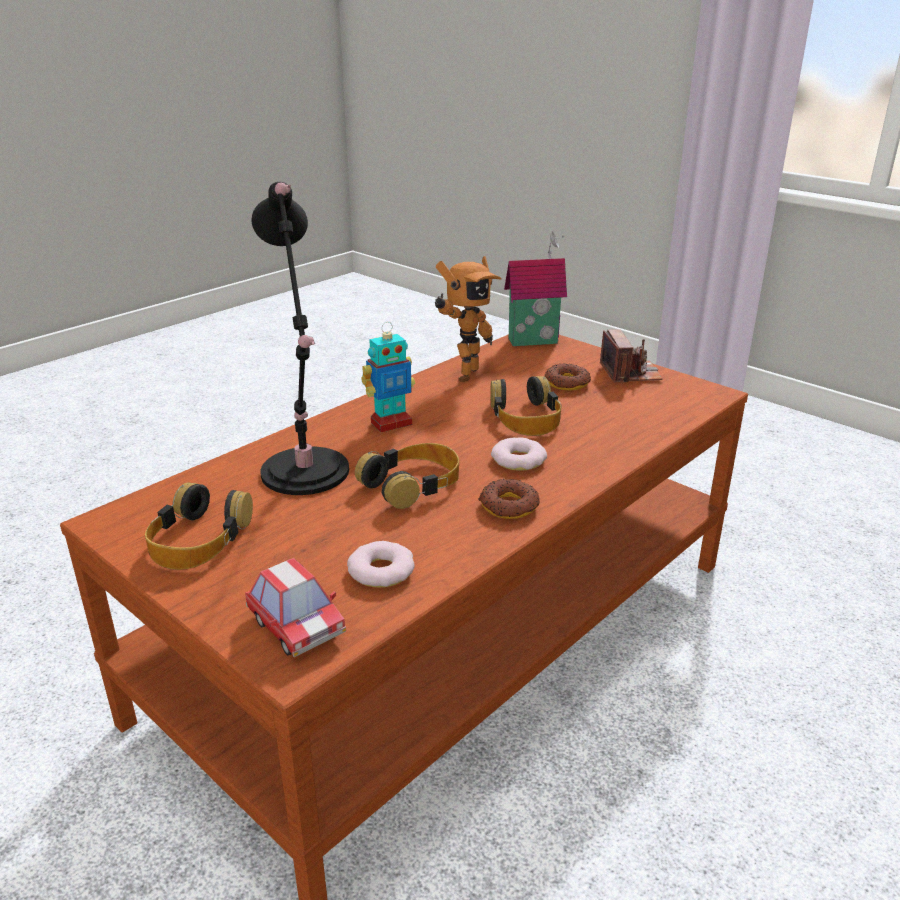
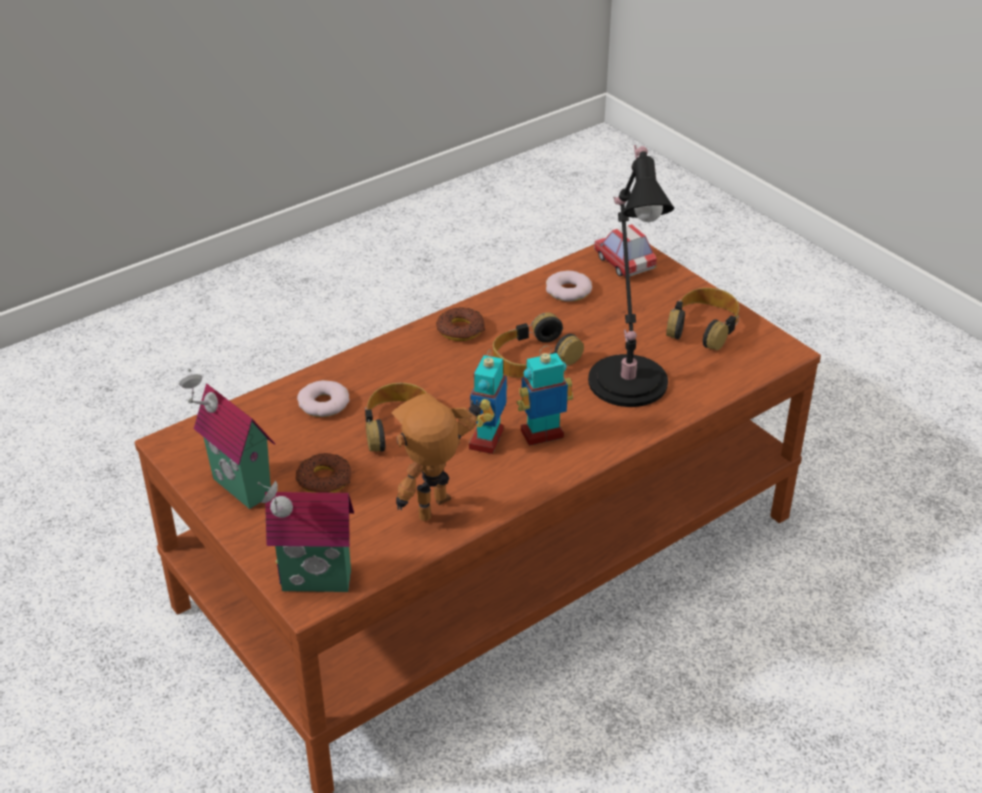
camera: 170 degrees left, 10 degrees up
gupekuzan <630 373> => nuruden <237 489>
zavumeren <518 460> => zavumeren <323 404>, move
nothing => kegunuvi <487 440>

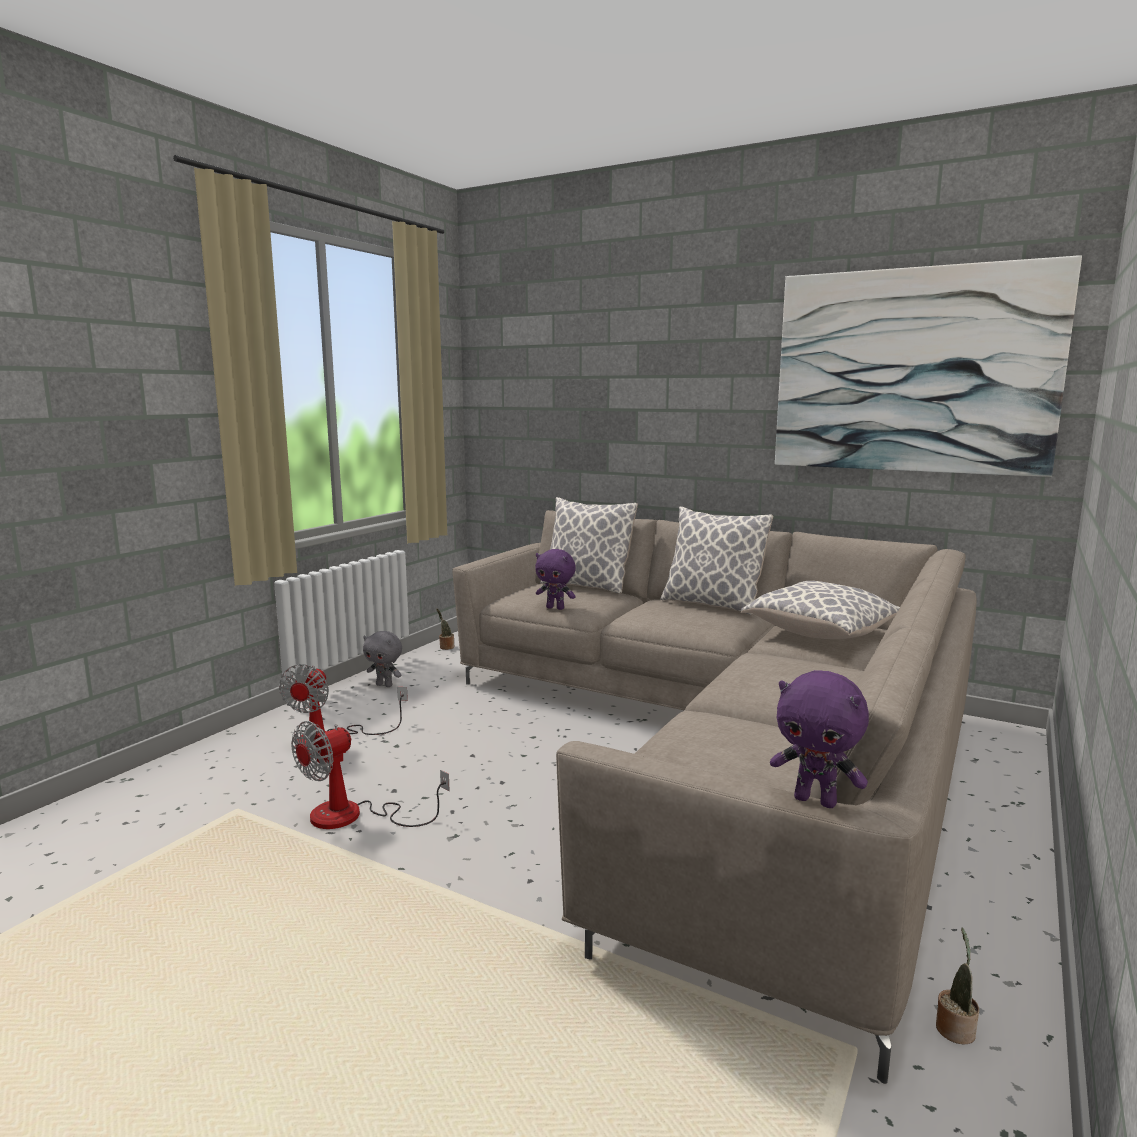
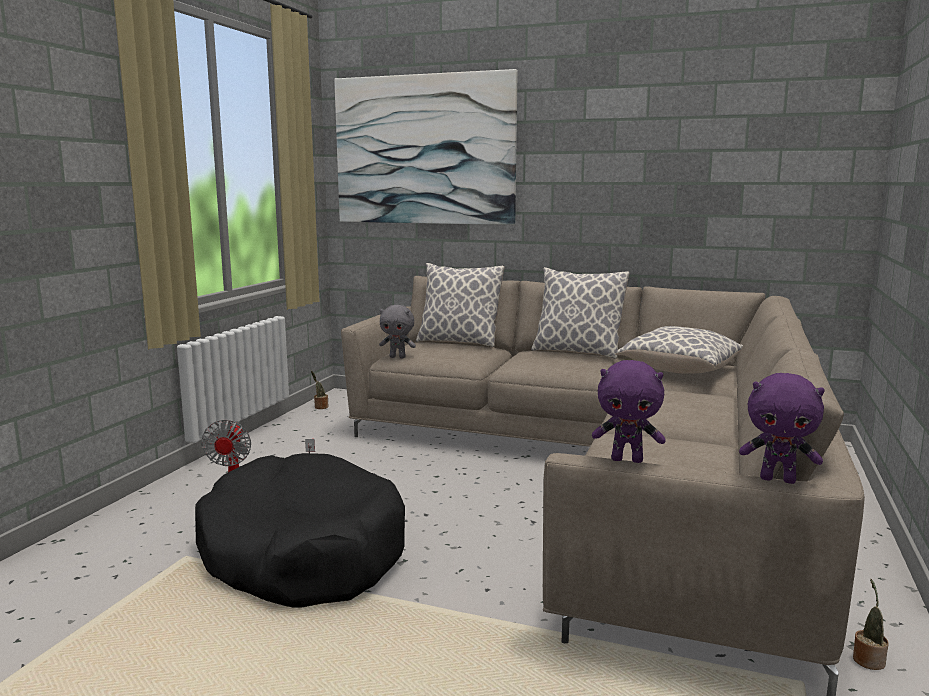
camera: 10 degrees left, 0 degrees up
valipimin <912 371> => valipimin <424 150>, move
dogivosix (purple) <556 608> => dogivosix (purple) <627 460>, move
dogivosix (grey) <385 685> => dogivosix (grey) <398 357>, move
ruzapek <353 816> => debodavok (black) <302 553>

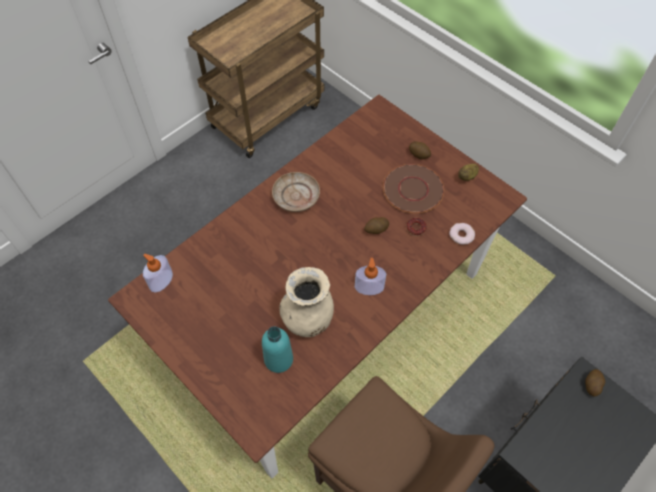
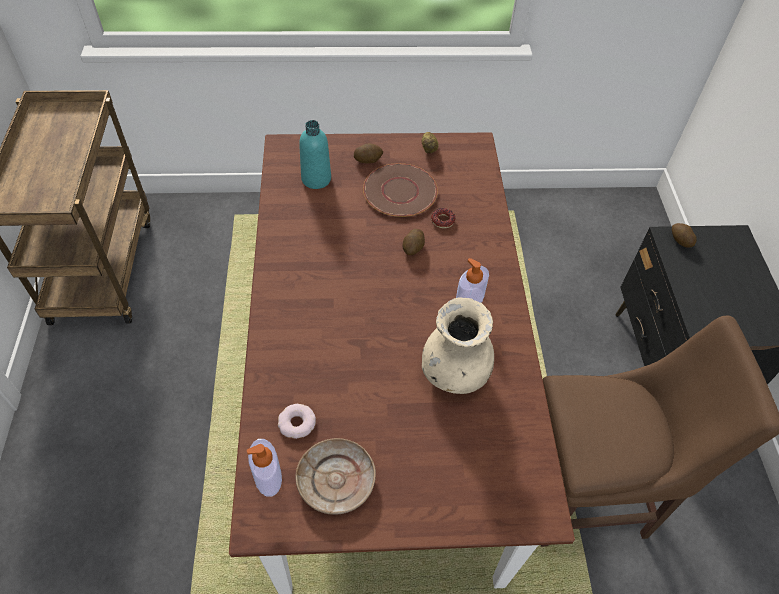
camera: 50 degrees left, 5 degrees down
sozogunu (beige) <296 196> => sozogunu (beige) <336 481>, move
zavumeren <461 235> => zavumeren <297 423>, move
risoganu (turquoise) <278 359> => risoganu (turquoise) <316 179>, move

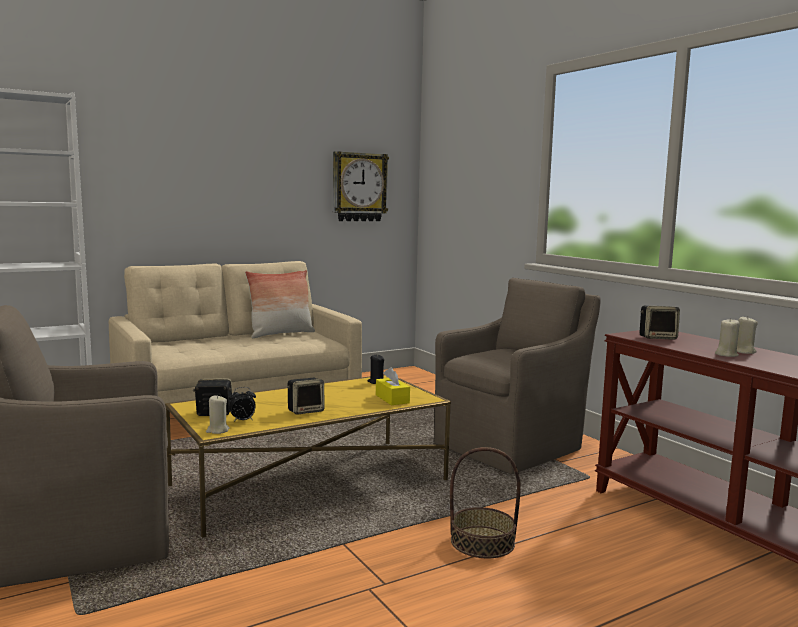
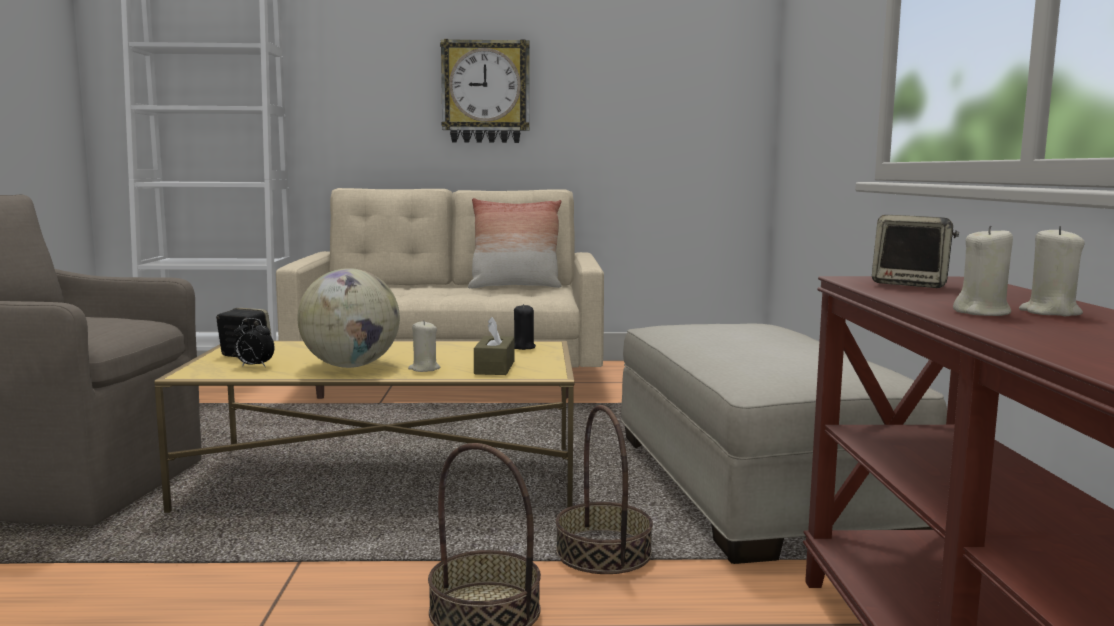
camera: 30 degrees right, 0 degrees up
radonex <359 187> => radonex <485 92>, move
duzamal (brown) <511 445> => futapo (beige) <754 484>
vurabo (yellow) <392 399> => vurabo (brown) <494 367>
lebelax <306 411> => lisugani <351 366>
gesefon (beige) <217 430> => gesefon (beige) <424 369>, move
nothing => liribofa <604 552>

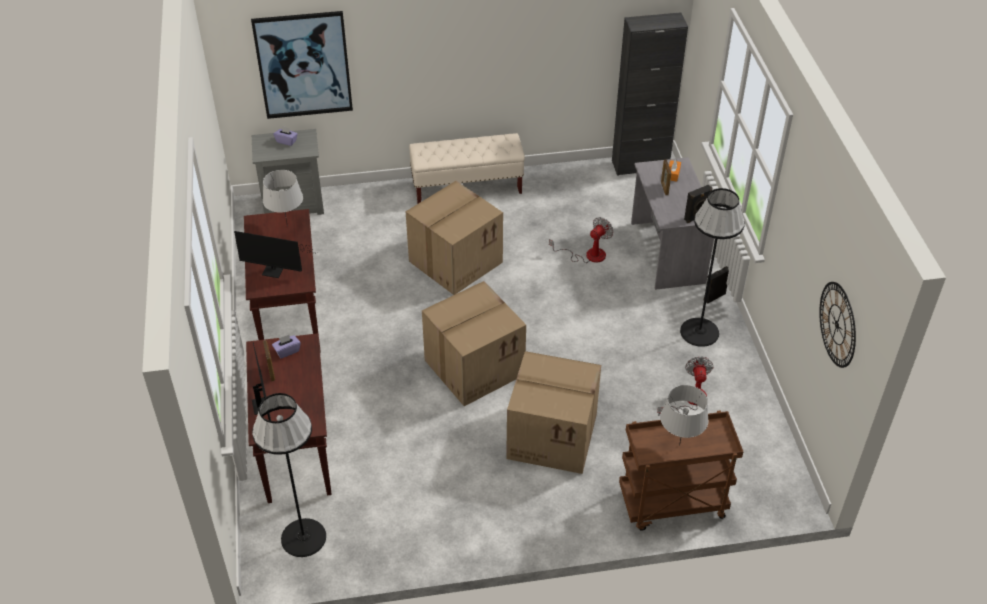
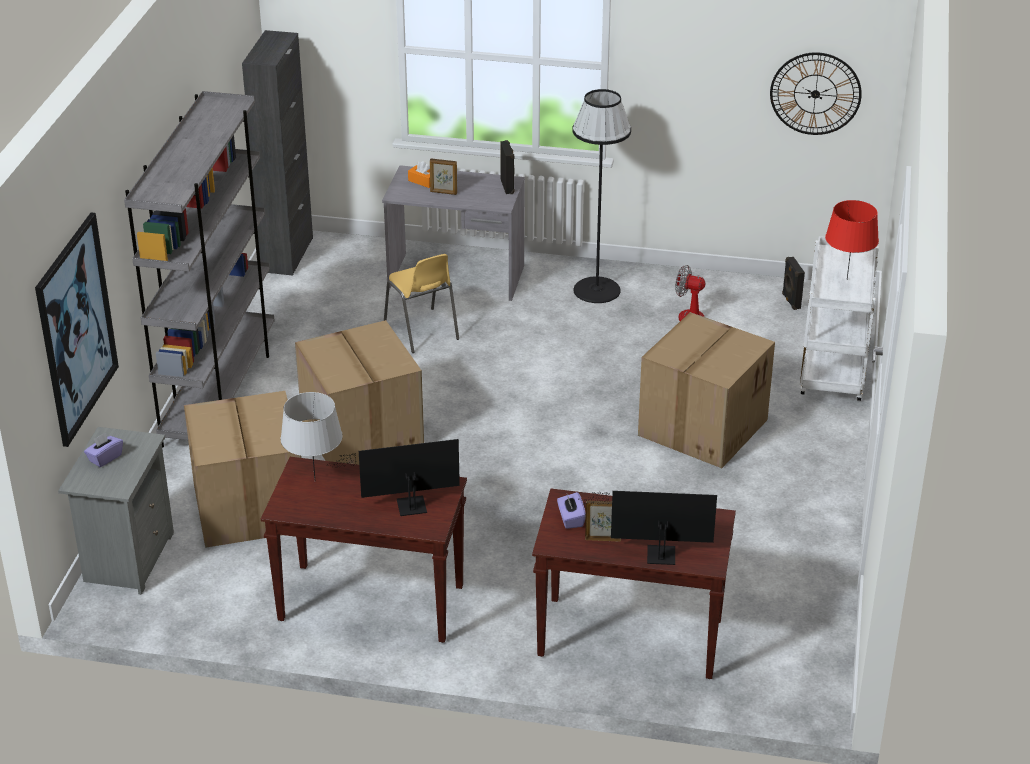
camera: 70 degrees left, 10 degrees down
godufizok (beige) <467 187> => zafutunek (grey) <219 393>
ruzapek <588 255> => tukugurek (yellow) <422 331>
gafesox <276 271> => gafesox <406 505>, 135 degrees counterclockwise
lebelax (black) <714 296> => lebelax (black) <790 301>, move
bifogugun <474 366> => bifogugun <248 507>, move
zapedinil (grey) <679 445> => zapedinil (red) <846 279>
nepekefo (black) <304 537> => nothing
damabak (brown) <672 504> => damabak (white) <833 372>

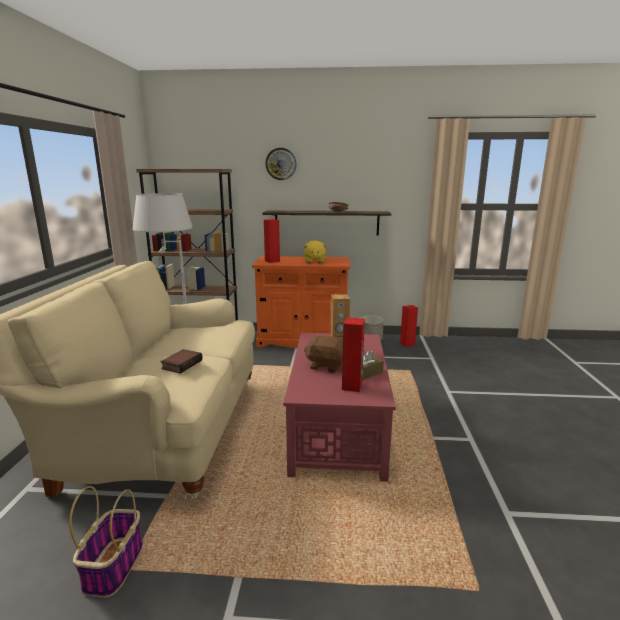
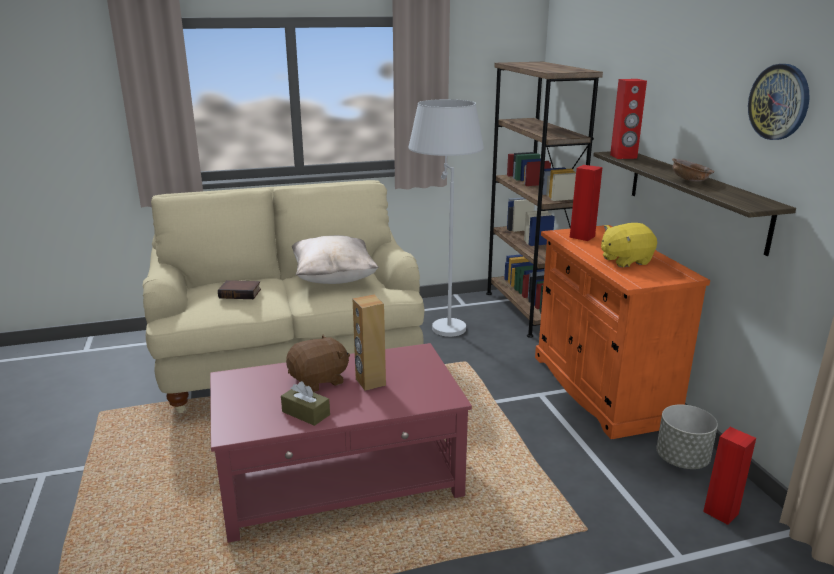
camera: 70 degrees right, 5 degrees up
radonex <281 164> => radonex <779 102>, move
lebelax (red) <352 386> => lebelax (red) <623 156>, move
dogivosix (brown) <327 366> => dogivosix (brown) <319 380>, 60 degrees clockwise
liribofa <114 565> => nothing
nothing => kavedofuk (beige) <334 279>

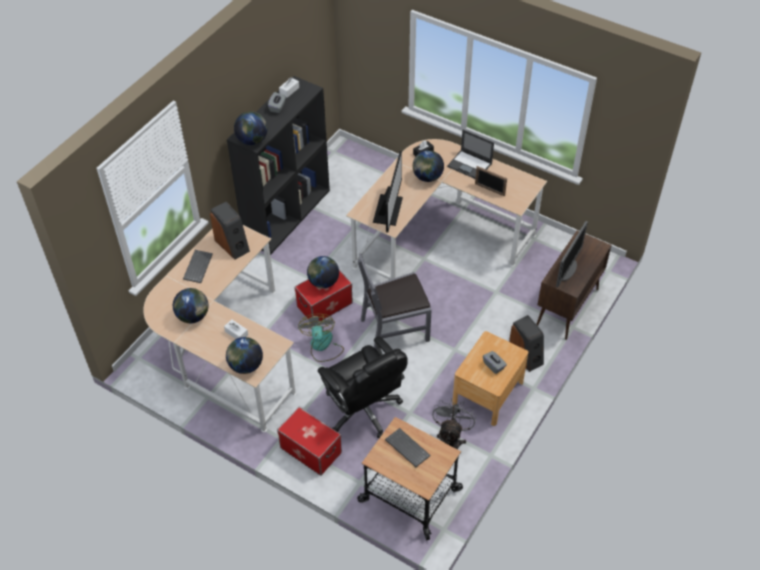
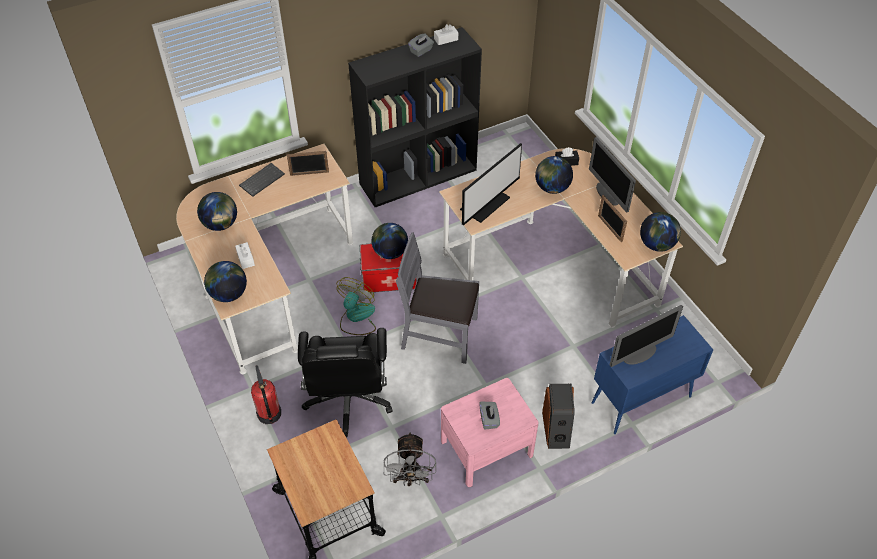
camera: 30 degrees right, 0 degrees up
lisugani <252 140> => lisugani <657 244>, move
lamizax <470 165> => gafesox <607 194>
lebelax <232 245> => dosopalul <309 173>
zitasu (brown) <567 308> => zitasu (blue) <640 400>
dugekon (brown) <487 393> => dugekon (pink) <486 448>
ruzapek (grey) <451 441> => ruzapek (grey) <411 479>, 135 degrees clockwise
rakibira <310 450> => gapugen <269 414>
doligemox <406 448> => nothing

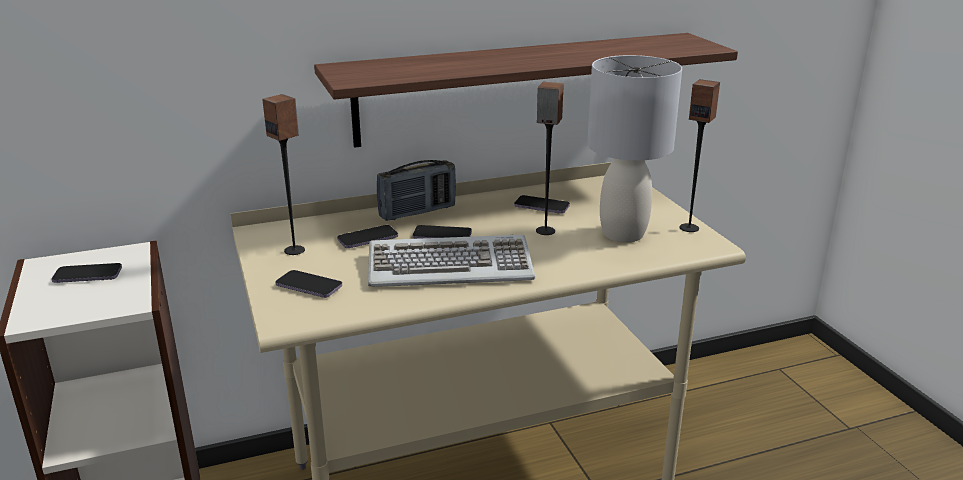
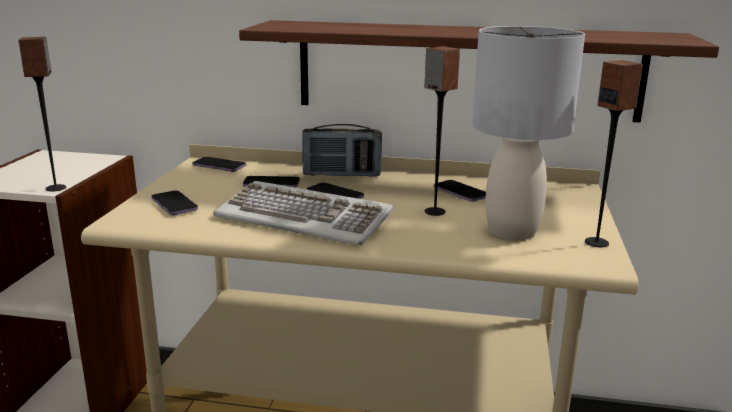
camera: 30 degrees right, 5 degrees down
lebelax <295 250> => lebelax <56 188>, move
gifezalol <88 275> => gifezalol <219 166>, move

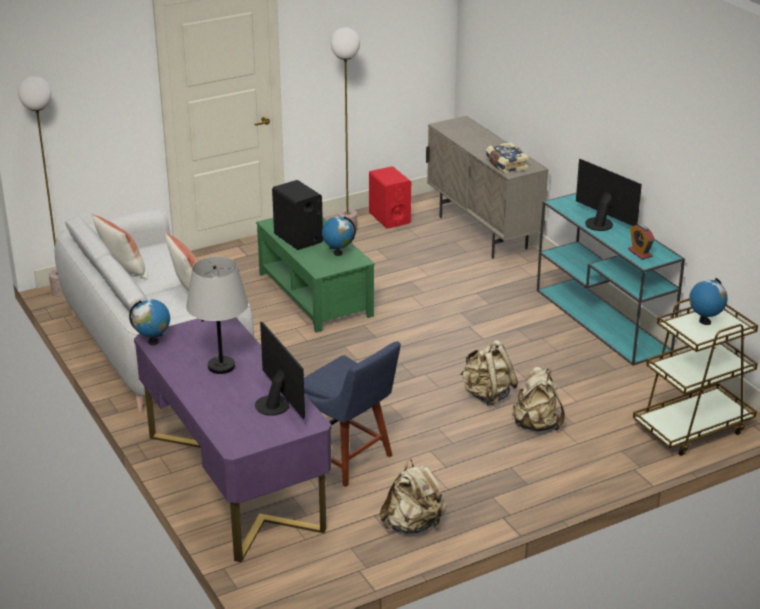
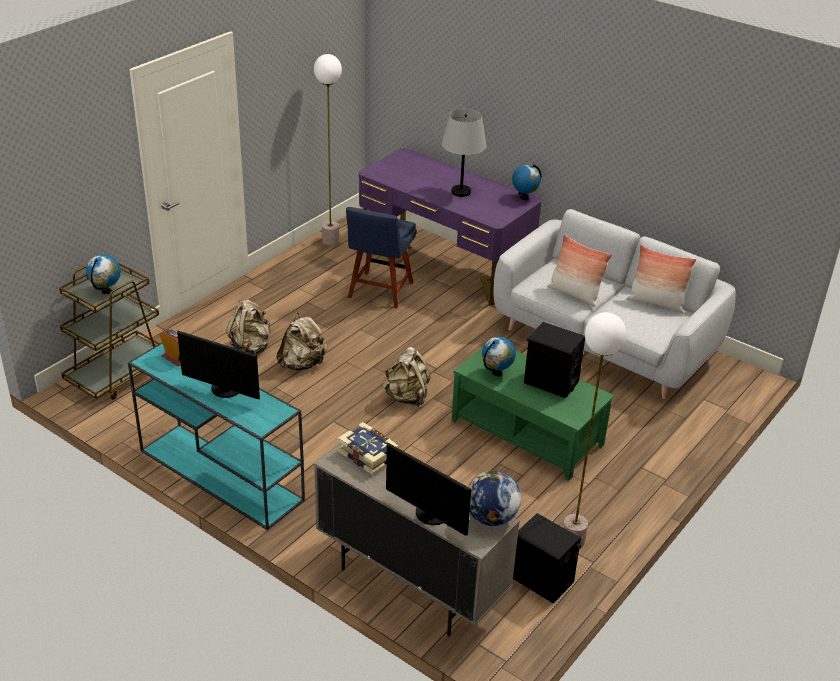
camera: 155 degrees right, 5 degrees up
nepekefo <61 291> => nepekefo <331 241>, move
lebelax (red) <389 218> => lebelax (black) <542 580>
gafesox <276 404> => gafesox <430 515>, move
tukugurek (blue) <349 459> => tukugurek (blue) <379 292>, 90 degrees counterclockwise
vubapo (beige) <413 525> => vubapo (beige) <407 397>, move
nothing => lisugani <490 518>

